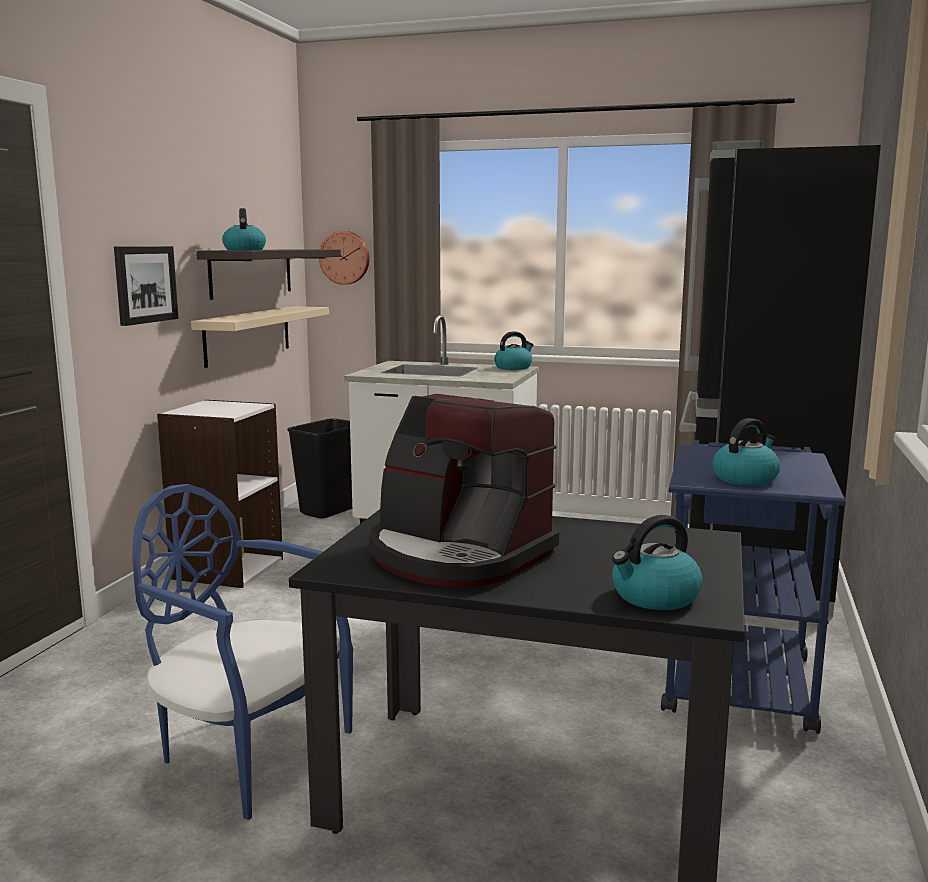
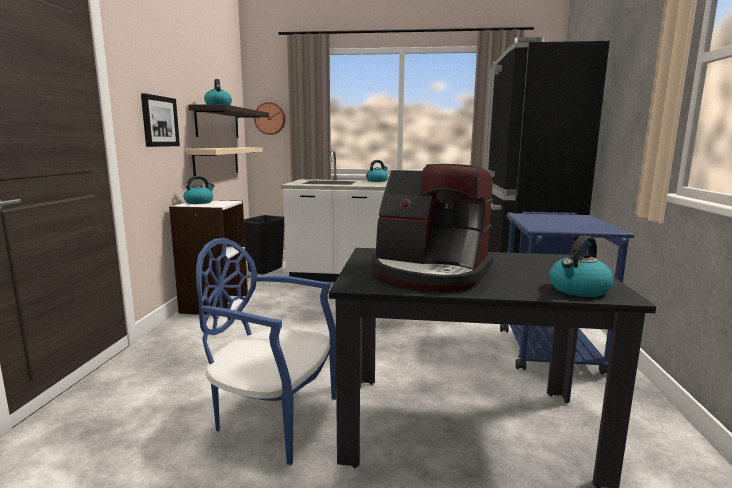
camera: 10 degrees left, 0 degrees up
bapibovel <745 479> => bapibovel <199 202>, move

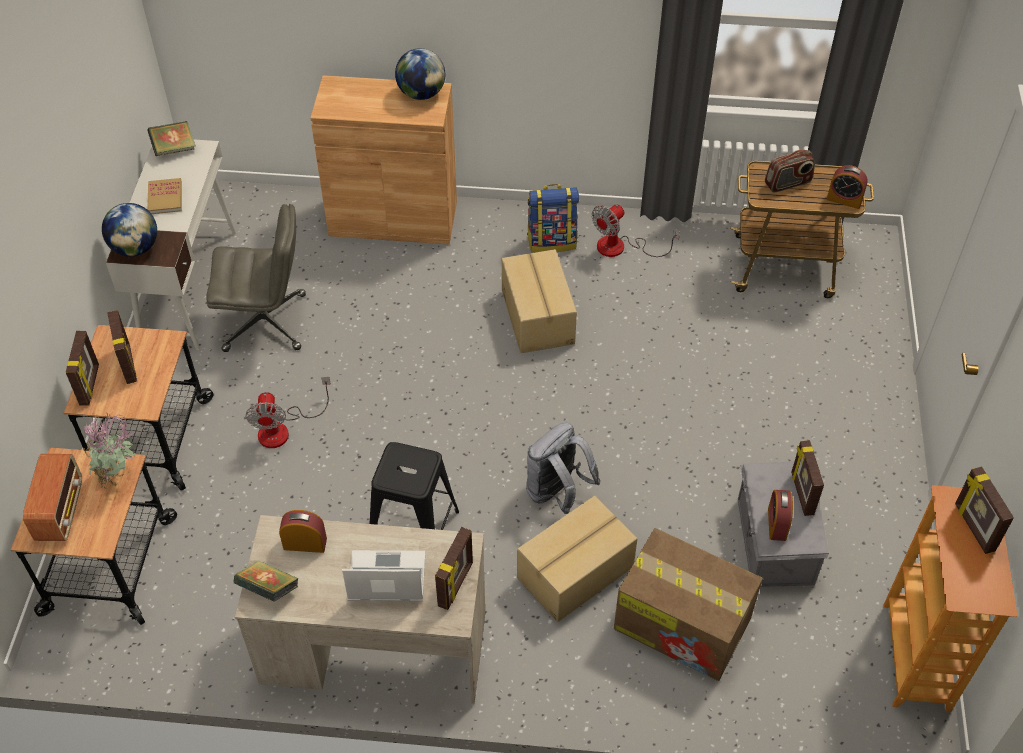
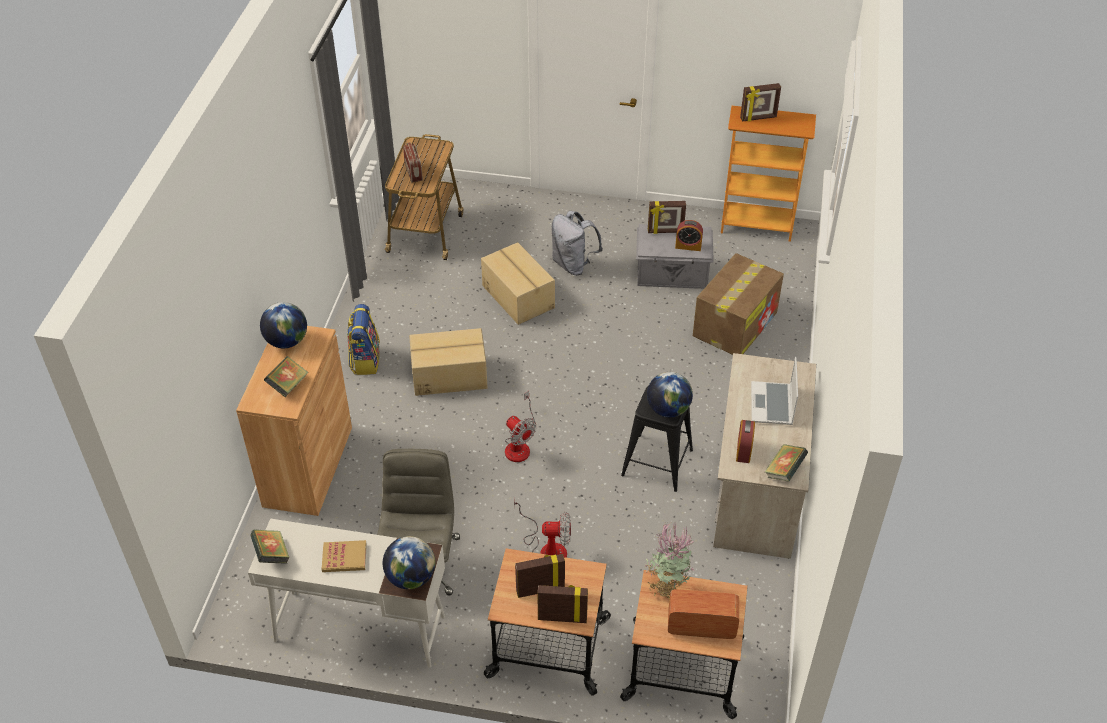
camera: 85 degrees left, 5 degrees down
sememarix <844 199> => nothing
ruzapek <621 247> => ruzapek <519 445>, move
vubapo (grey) <557 493> => vubapo (grey) <573 264>, move
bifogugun <576 573> => bifogugun <519 296>, move
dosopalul <456 584> => nothing
nothing => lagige <288 385>
nothing => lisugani <668 409>

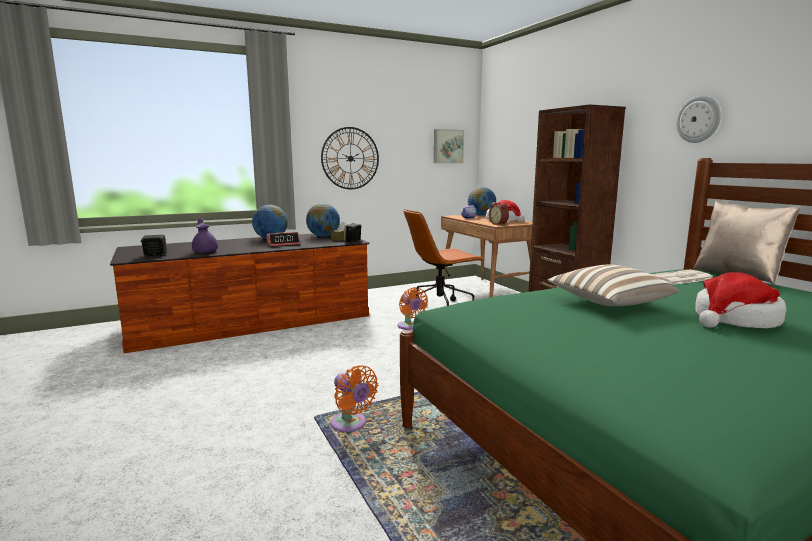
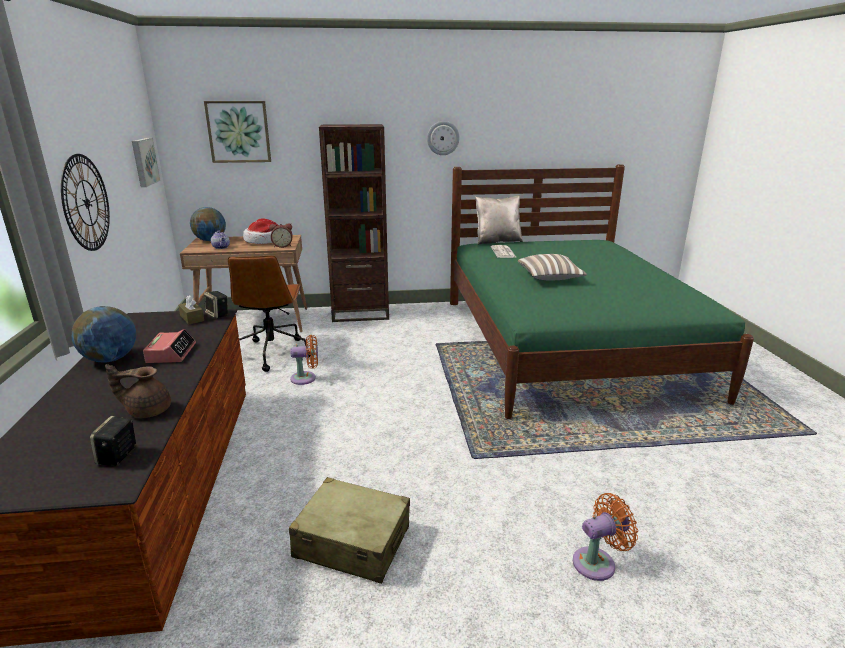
camera: 70 degrees left, 10 degrees up
lisugani <323 236> => nothing
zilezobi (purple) <205 251> => zilezobi (brown) <147 410>
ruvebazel <735 320> => nothing
ruzapek (orange) <350 425> => ruzapek (orange) <598 562>, move
nothing => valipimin <238 132>
nothing => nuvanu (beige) <352 542>

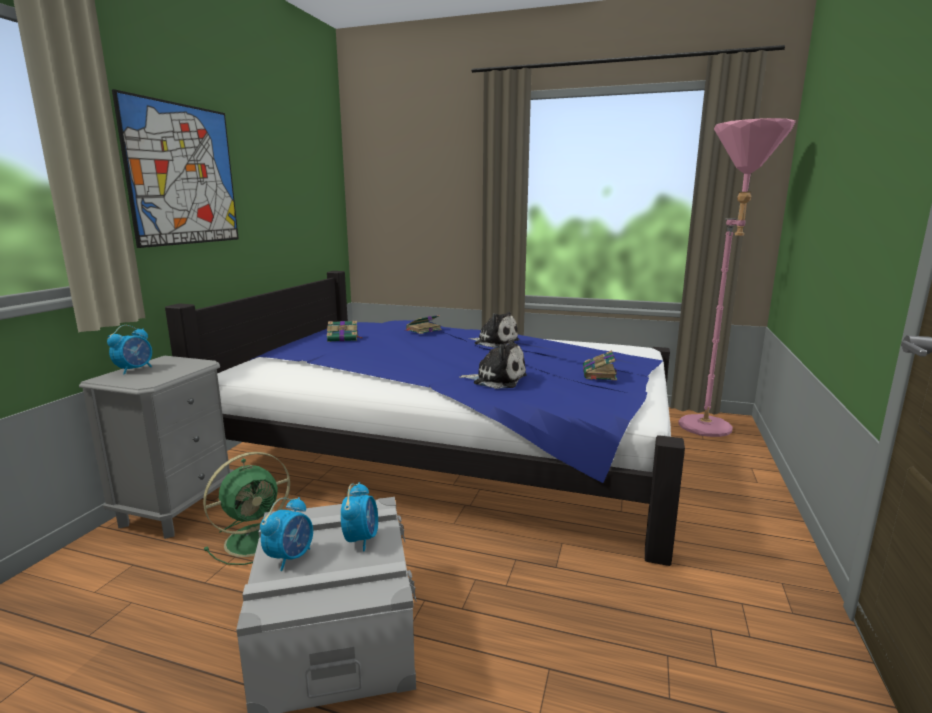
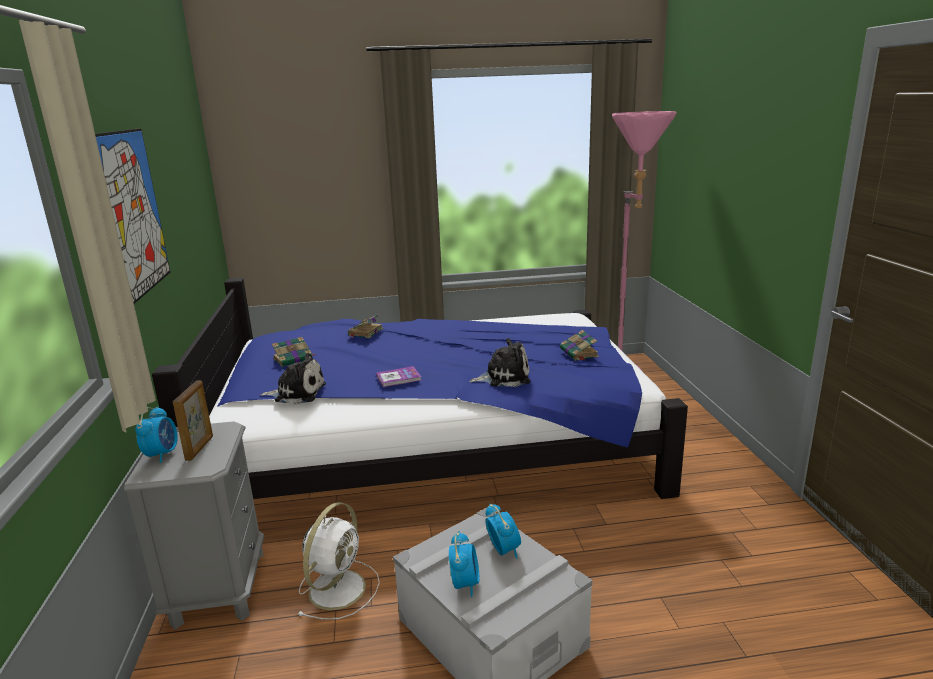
camera: 25 degrees left, 5 degrees up
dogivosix <494 342> => dogivosix <297 393>, move
ruzapek (green) <257 539> => ruzapek (white) <339 587>
nothing => lagige <398 378>
nothing => dosopalul <200 448>

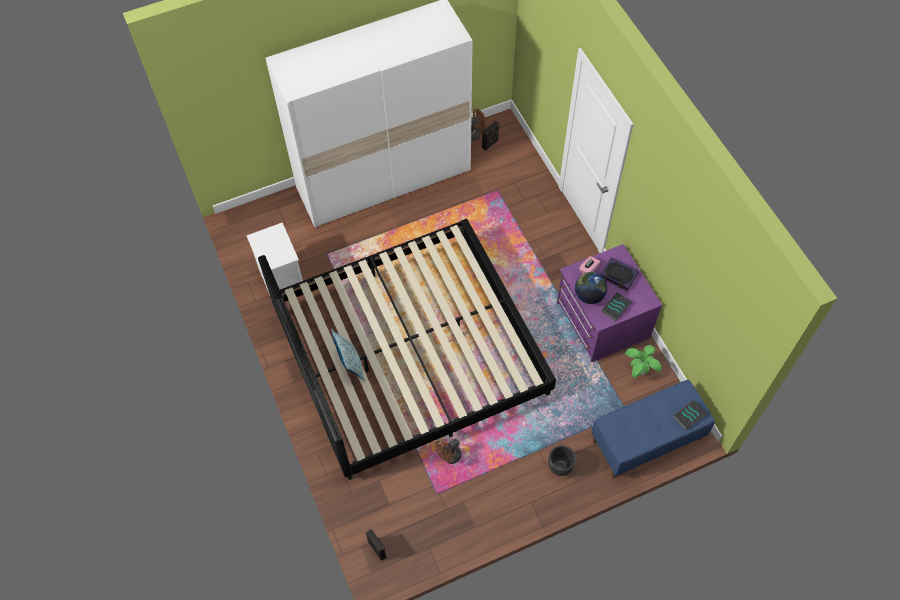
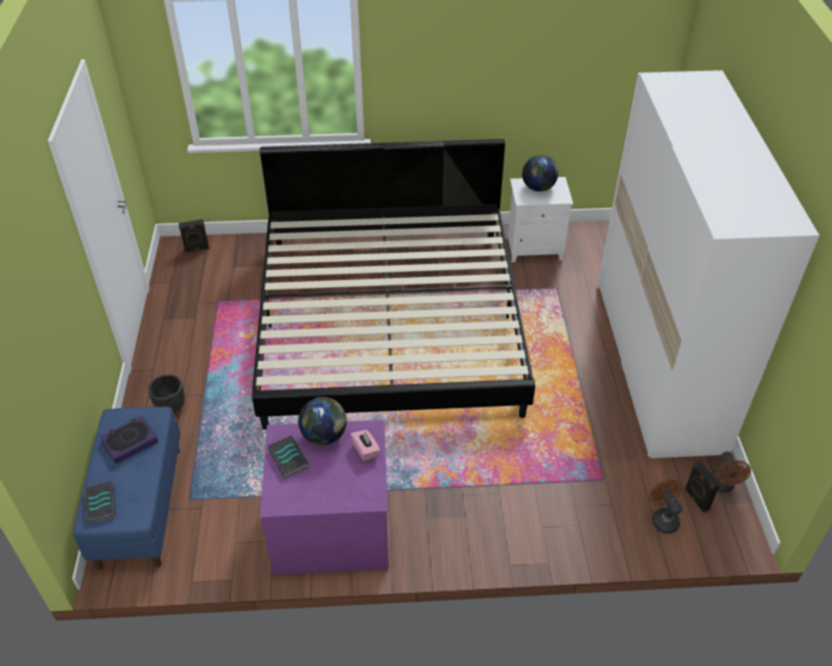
camera: 110 degrees right, 15 degrees down
lagige <618 275> => lagige <129 442>, move
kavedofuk <350 364> => nothing
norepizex <640 370> => nothing
ruzapek (brown) <449 457> => ruzapek (brown) <662 518>, move
nothing => lisugani <538 188>

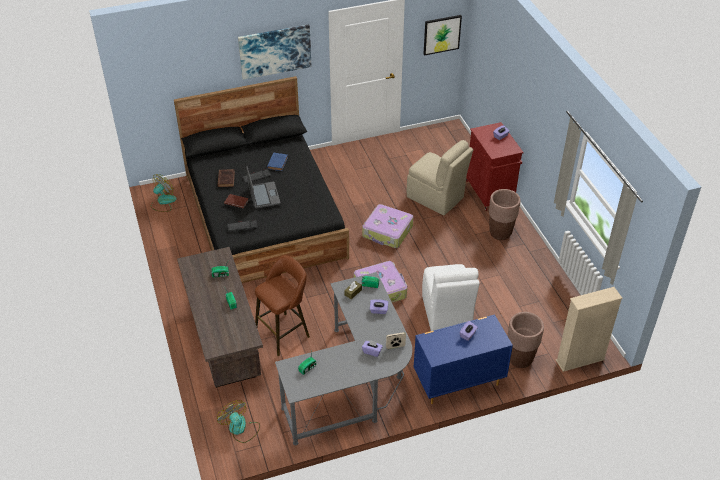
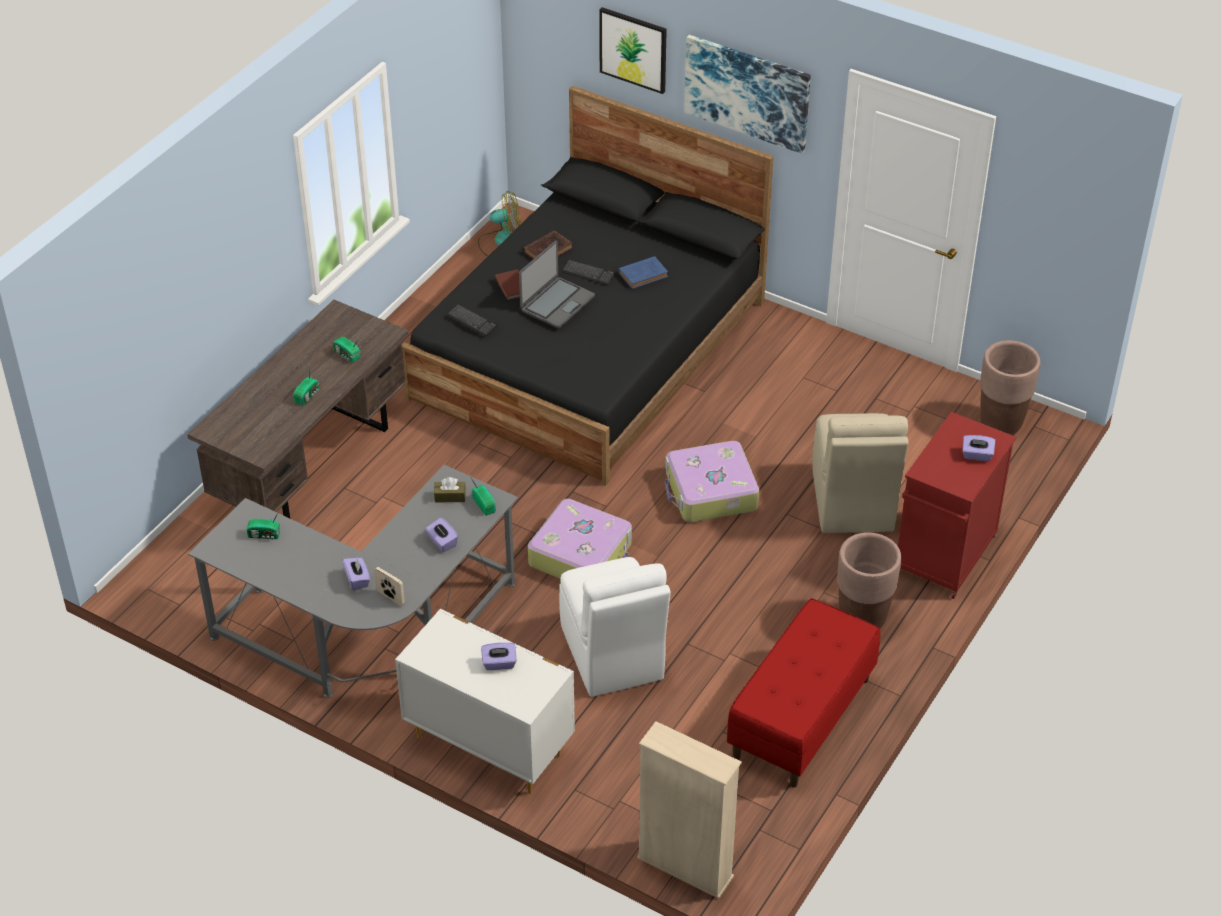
camera: 50 degrees right, 0 degrees up
valipimin <442 34> => valipimin <633 49>, move
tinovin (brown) <284 332> => nothing
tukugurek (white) <446 314> => tukugurek (white) <612 655>, 60 degrees counterclockwise
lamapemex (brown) <520 359> => lamapemex (brown) <1001 424>, move
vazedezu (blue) <458 382> => vazedezu (white) <488 744>
ruzapek <240 429> => nothing
nothing => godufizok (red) <802 719>

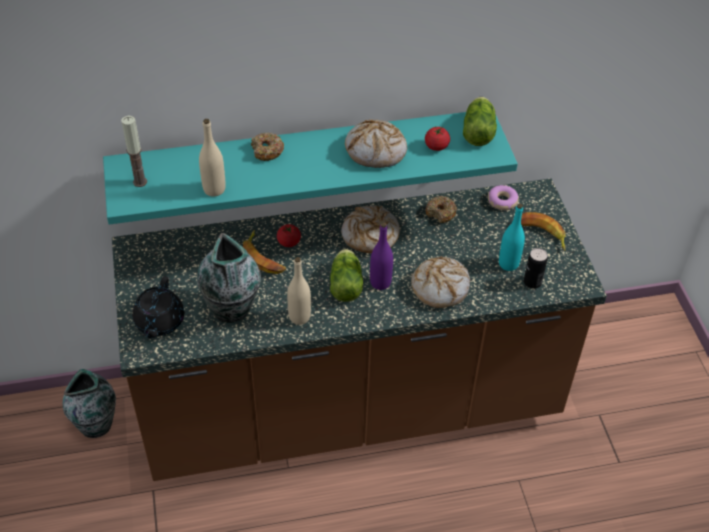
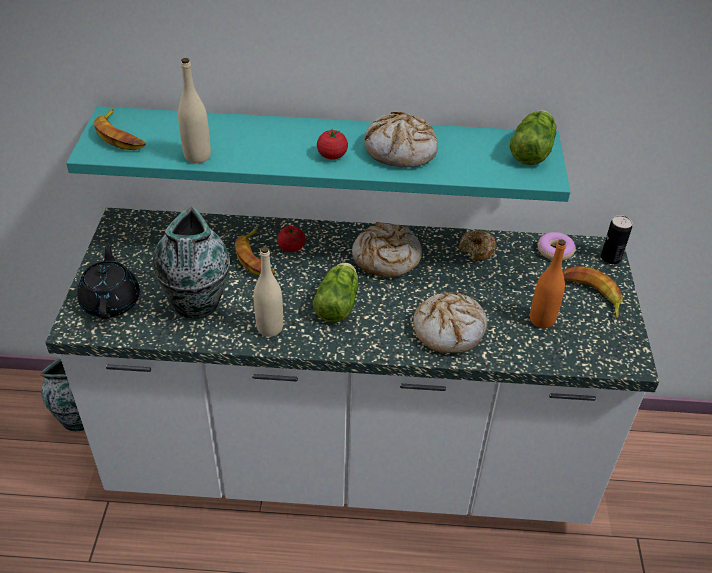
camera: 15 degrees right, 5 degrees down
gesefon <140 182> => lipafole <120 135>
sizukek <436 146> => sizukek <332 155>, move
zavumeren <267 151> => nothing
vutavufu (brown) <350 407> => vutavufu (white) <350 461>
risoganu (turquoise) <508 264> => risoganu (orange) <542 320>
risoganu (purple) <380 282> => nothing
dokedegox <532 282> => dokedegox <610 258>, move
zilezobi (black) <159 322> => zilezobi (black) <111 301>, 150 degrees clockwise

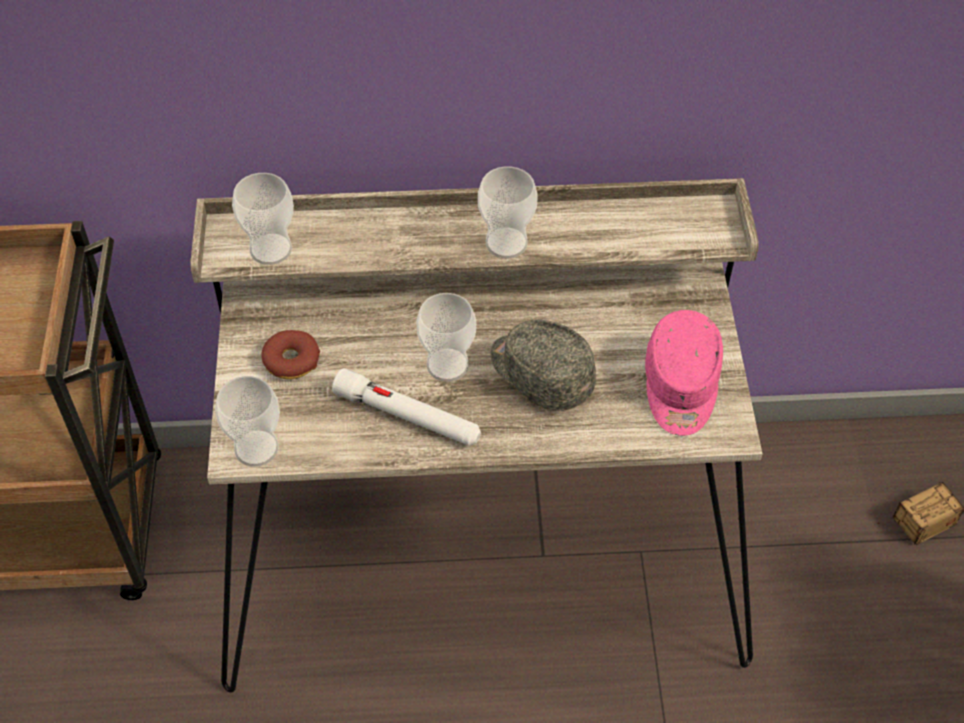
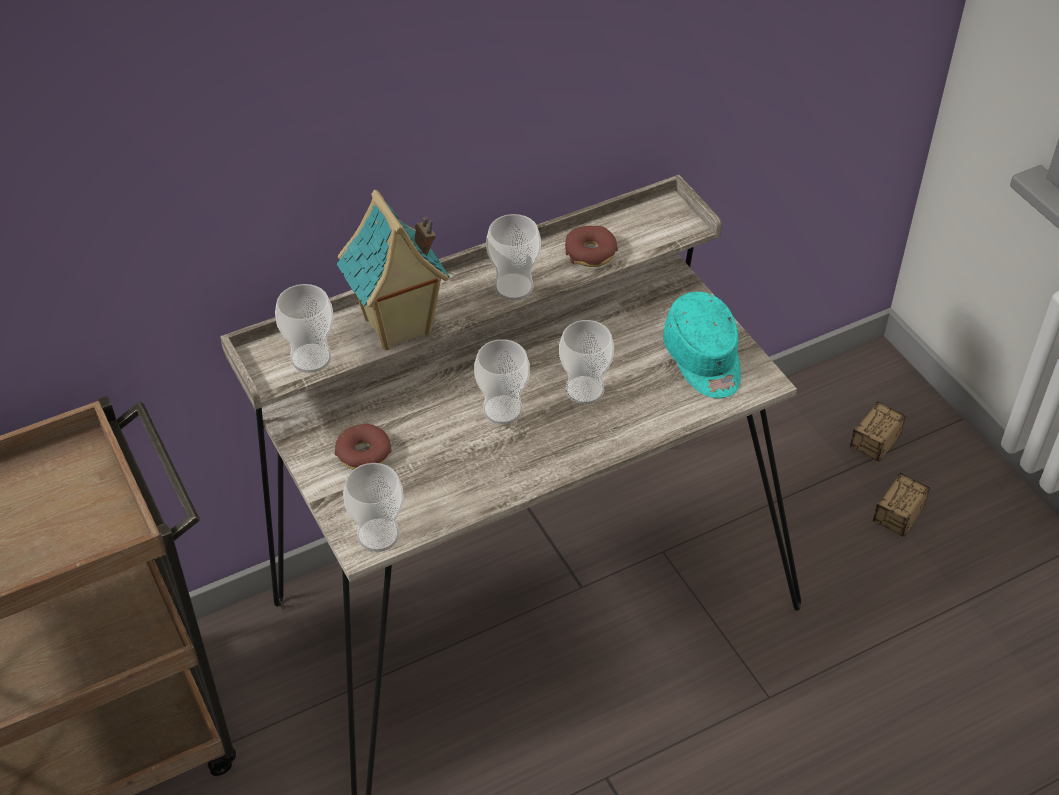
camera: 25 degrees left, 5 degrees down
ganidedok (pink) <680 386> => ganidedok (turquoise) <704 360>
ganidedok (grey) <540 374> => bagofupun <584 390>
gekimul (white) <407 416> => nothing
nothing => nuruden <398 328>
nothing => zavumeren <590 253>
nothing => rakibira <883 536>

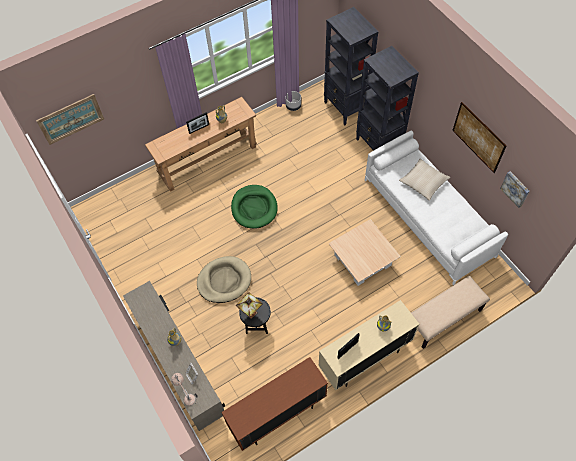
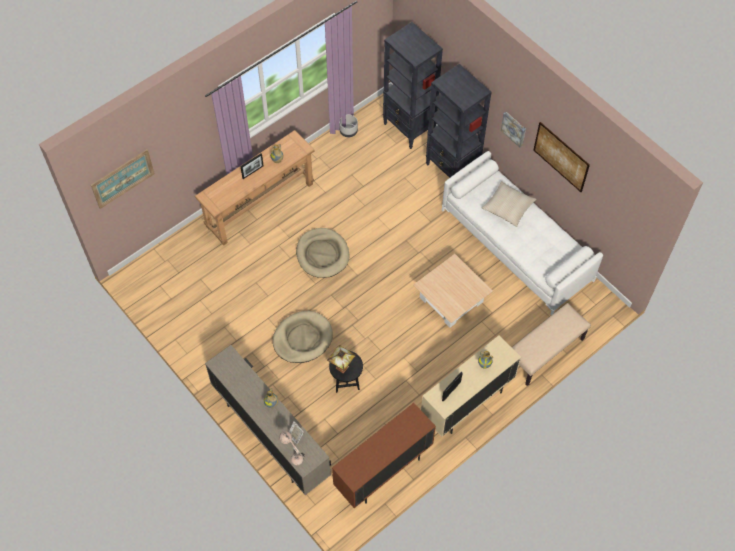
camera: 10 degrees left, 0 degrees up
valipimin <515 189> => valipimin <514 128>, move
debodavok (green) <254 208> => debodavok (beige) <322 254>

